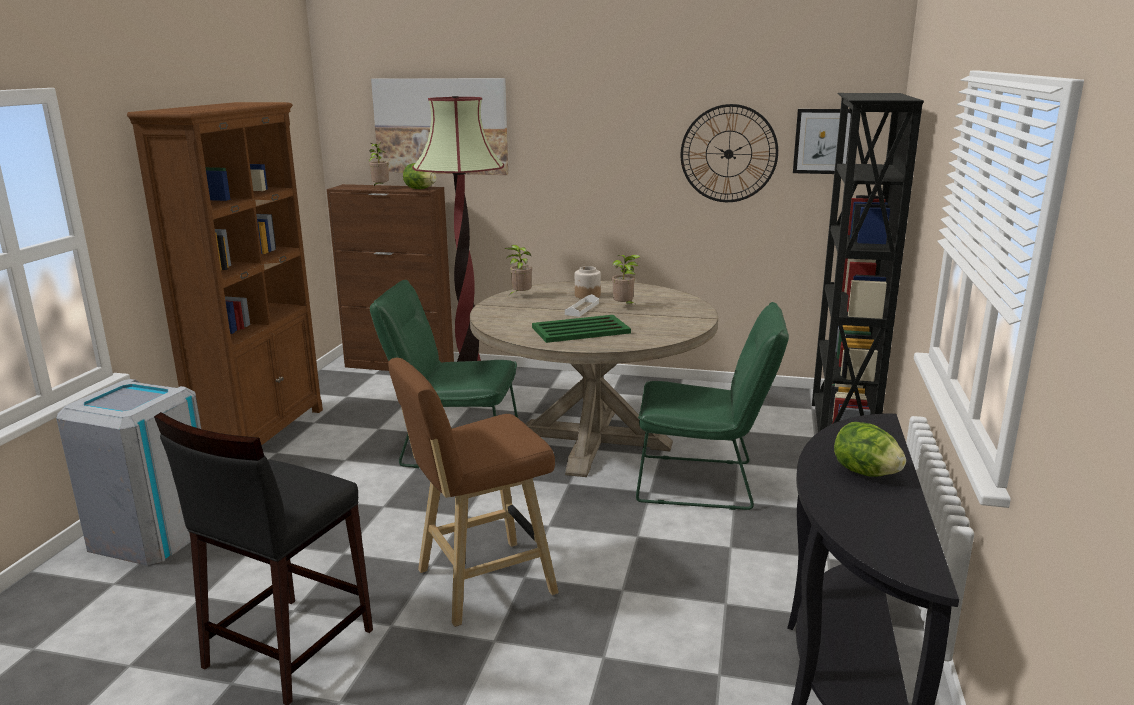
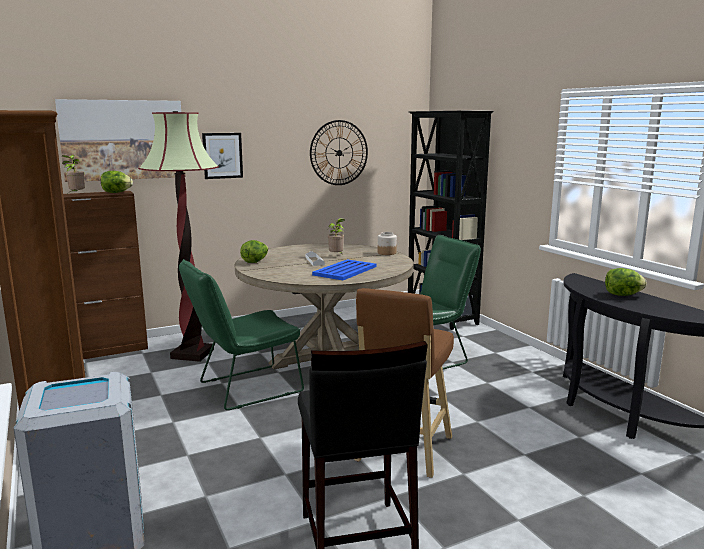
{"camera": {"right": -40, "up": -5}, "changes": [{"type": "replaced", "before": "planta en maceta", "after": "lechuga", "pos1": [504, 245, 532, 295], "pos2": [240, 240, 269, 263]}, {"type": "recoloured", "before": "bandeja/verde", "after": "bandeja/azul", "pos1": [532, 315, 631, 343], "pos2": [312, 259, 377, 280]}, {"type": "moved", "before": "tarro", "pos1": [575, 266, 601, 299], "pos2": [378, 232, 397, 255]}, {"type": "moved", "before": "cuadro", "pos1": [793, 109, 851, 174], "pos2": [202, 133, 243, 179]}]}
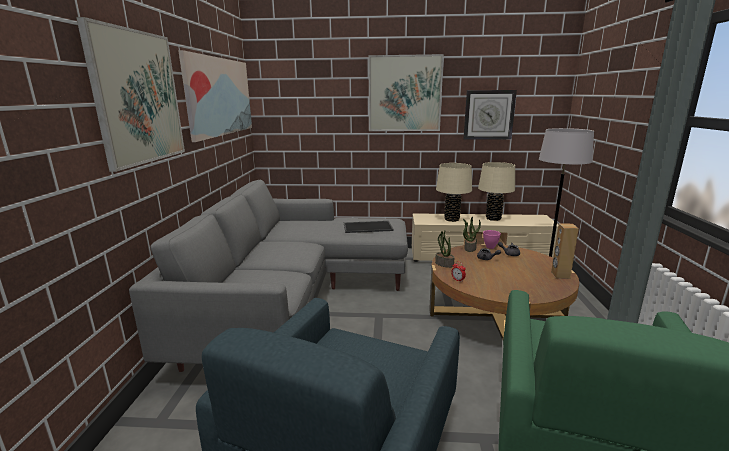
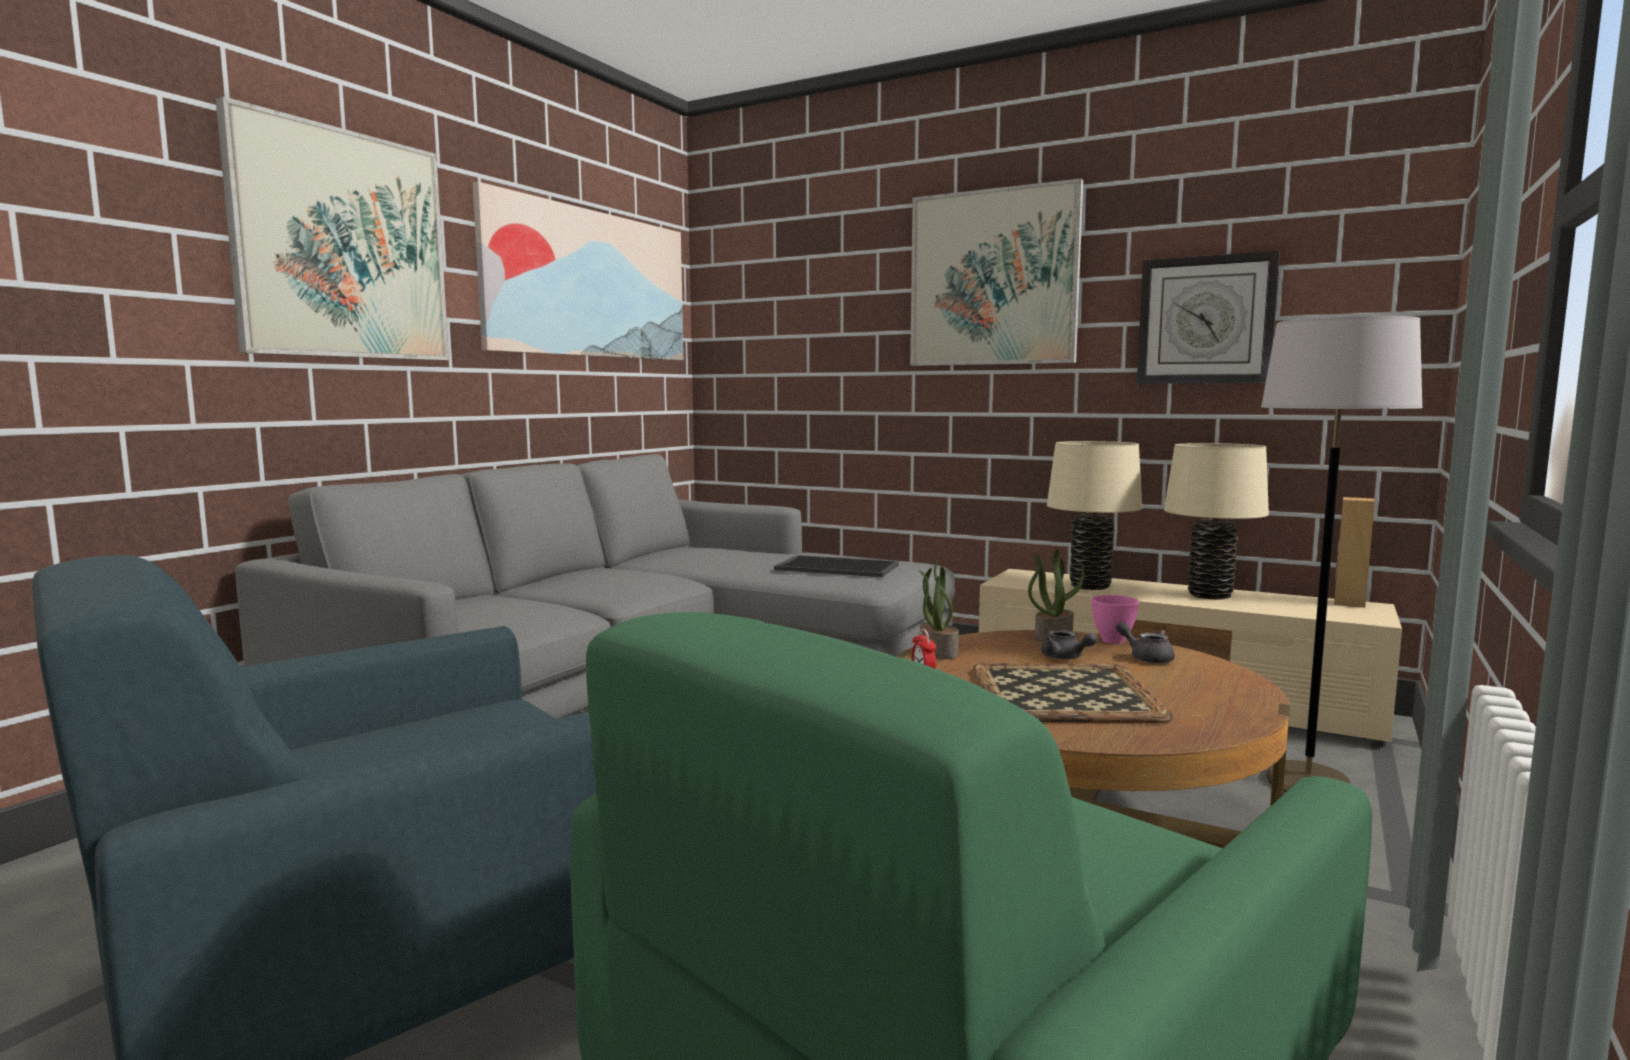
{"camera": {"right": 25, "up": -10}, "changes": [{"type": "moved", "before": "altavoz/marrón", "pos1": [551, 223, 579, 279], "pos2": [1334, 497, 1375, 608]}, {"type": "added", "after": "bandeja", "pos2": [973, 663, 1173, 723]}]}
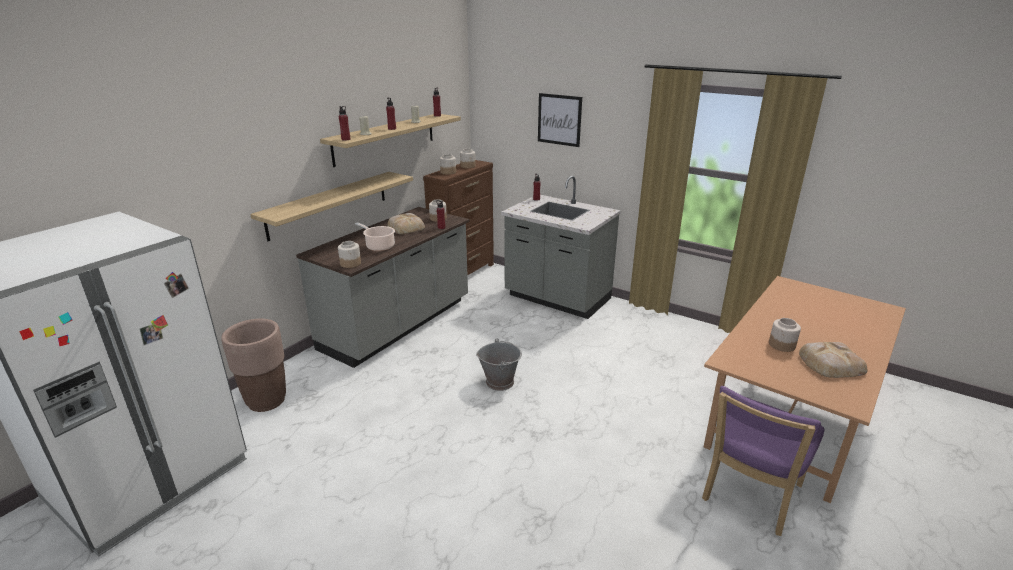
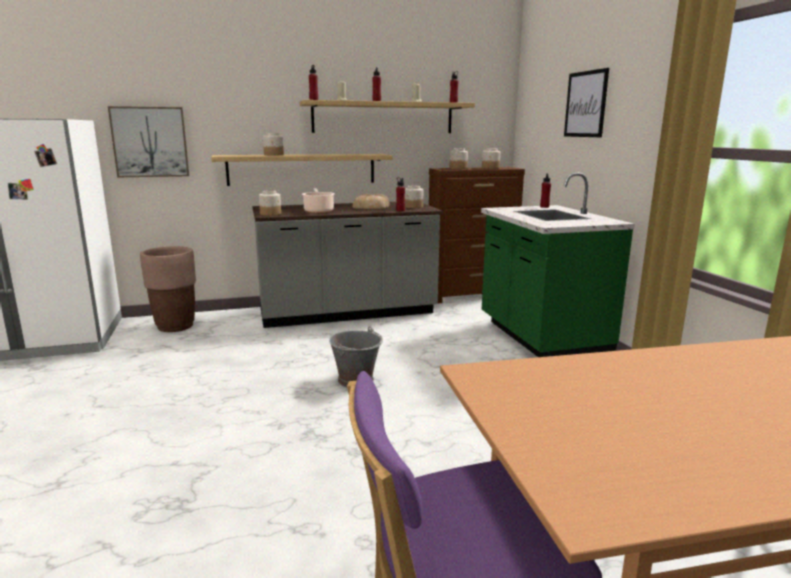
{"camera": {"right": 40, "up": -10}, "changes": [{"type": "recoloured", "before": "mueble bajo de cocina/gris", "after": "mueble bajo de cocina/verde", "pos1": [501, 176, 621, 319], "pos2": [481, 172, 635, 357]}, {"type": "moved", "before": "tarro", "pos1": [769, 318, 801, 352], "pos2": [263, 133, 284, 155]}, {"type": "removed", "before": "pan", "pos1": [799, 342, 867, 378]}, {"type": "added", "after": "cuadro", "pos2": [108, 106, 189, 177]}]}
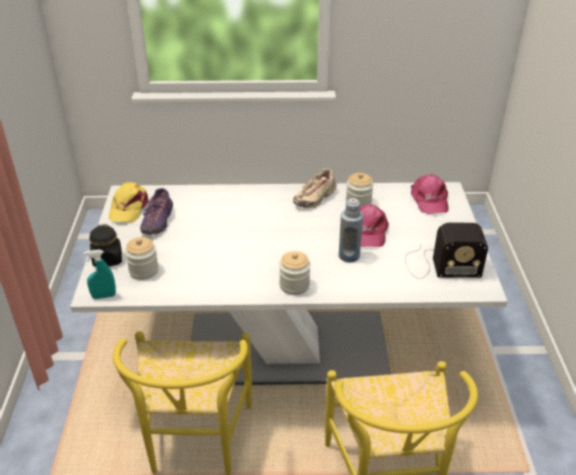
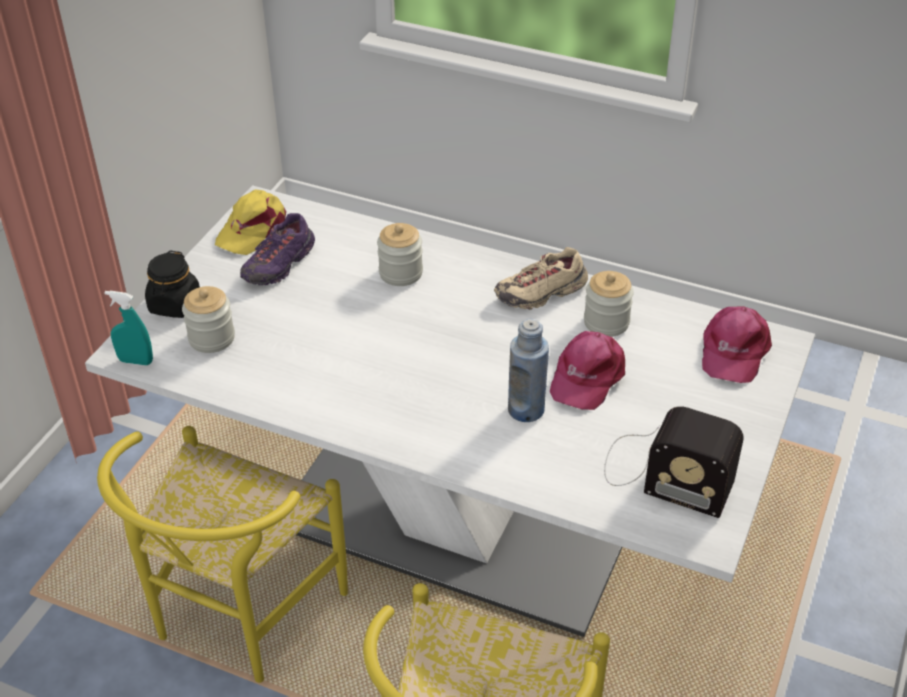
{"camera": {"right": 25, "up": 5}, "changes": [{"type": "moved", "before": "tarro", "pos1": [279, 251, 310, 295], "pos2": [377, 223, 423, 286]}]}
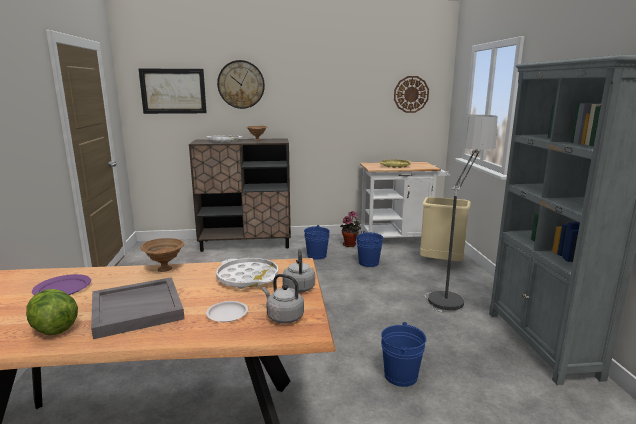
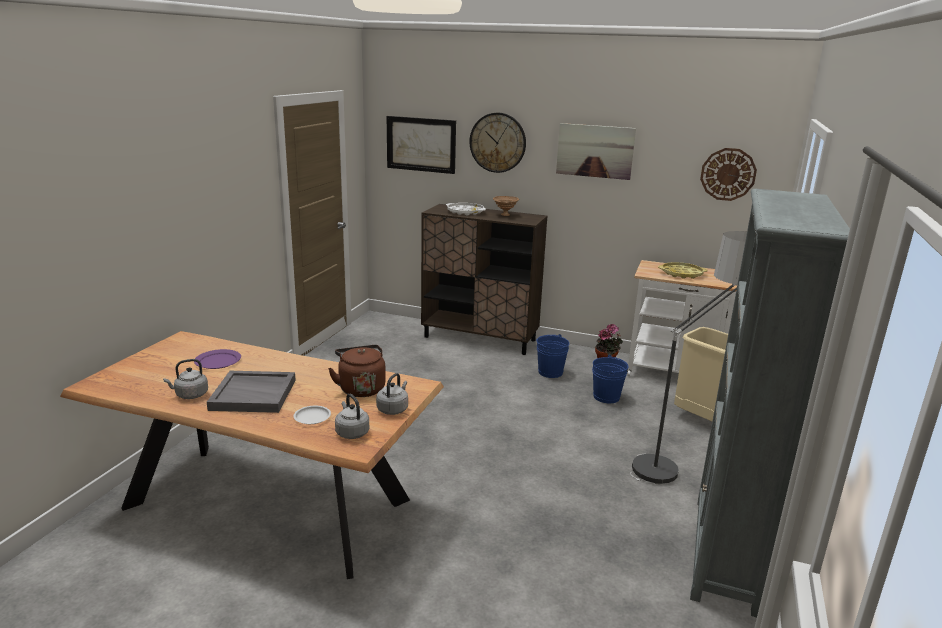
{"camera": {"right": 25, "up": 5}, "changes": [{"type": "replaced", "before": "lechuga", "after": "hervidor/gris", "pos1": [26, 289, 78, 335], "pos2": [163, 359, 208, 399]}, {"type": "removed", "before": "cuenco/marrón", "pos1": [141, 238, 184, 272]}, {"type": "replaced", "before": "bandeja/blanco", "after": "hervidor/marrón", "pos1": [216, 258, 278, 289], "pos2": [328, 345, 386, 397]}, {"type": "removed", "before": "cubo/azul", "pos1": [381, 322, 427, 387]}, {"type": "added", "after": "cuadro", "pos2": [556, 123, 636, 180]}]}
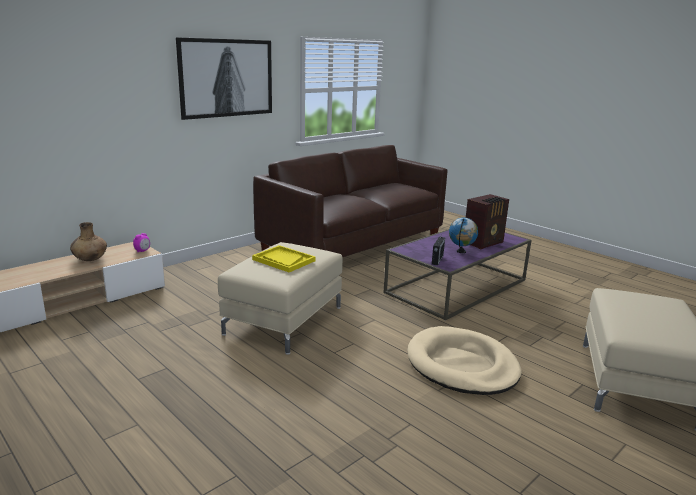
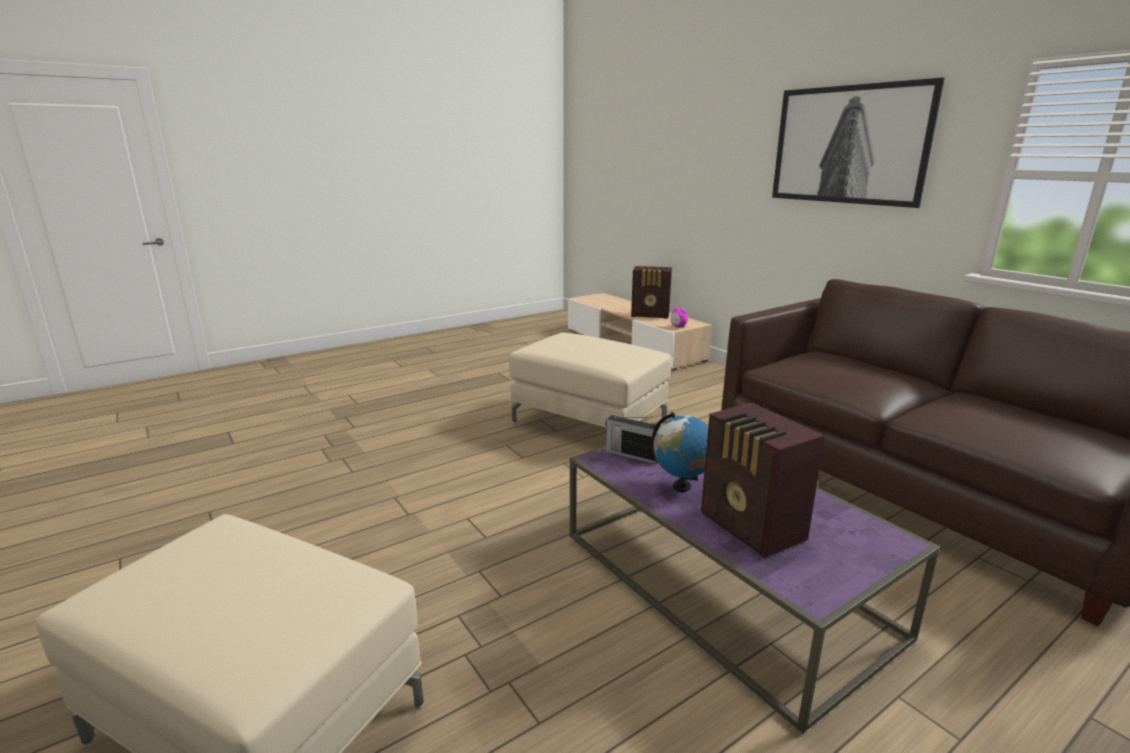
{"camera": {"right": 100, "up": 0}, "changes": [{"type": "replaced", "before": "florero/marrón", "after": "radio", "pos1": [70, 222, 107, 261], "pos2": [631, 266, 672, 319]}, {"type": "removed", "before": "bandeja/amarillo", "pos1": [252, 245, 316, 273]}, {"type": "removed", "before": "cama para perro/beis", "pos1": [407, 326, 522, 395]}]}
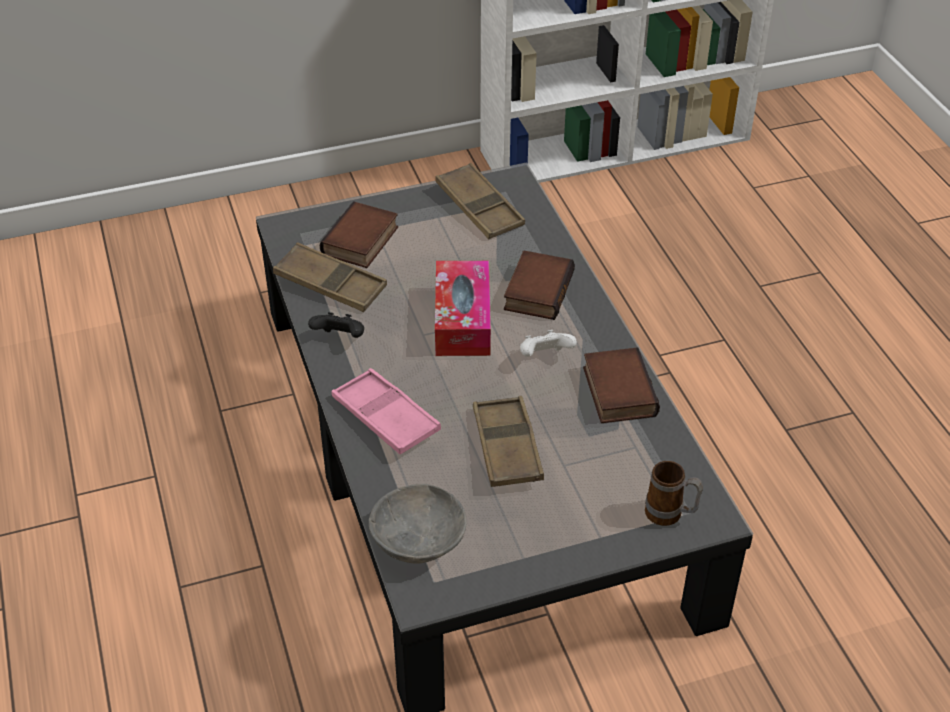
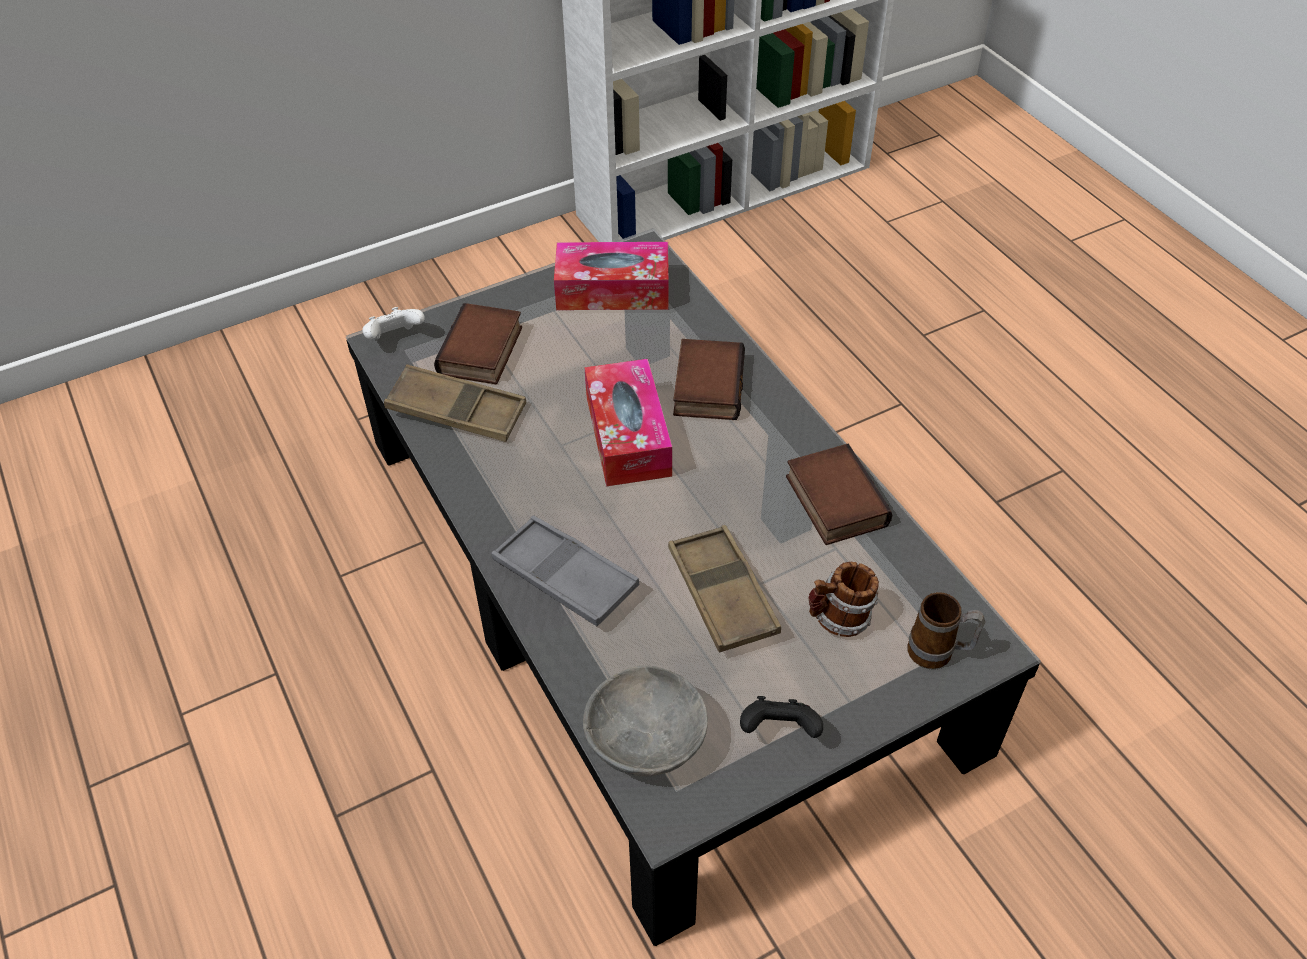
{"camera": {"right": -10, "up": 5}, "changes": [{"type": "moved", "before": "mando de consola/negro", "pos1": [308, 312, 364, 338], "pos2": [740, 696, 823, 738]}, {"type": "recoloured", "before": "bandeja/rosa", "after": "bandeja/gris", "pos1": [331, 368, 441, 455], "pos2": [491, 515, 639, 626]}, {"type": "replaced", "before": "bandeja/marrón", "after": "caja de pañuelos", "pos1": [435, 163, 525, 239], "pos2": [554, 242, 669, 310]}, {"type": "moved", "before": "mando de consola/blanco", "pos1": [520, 330, 577, 357], "pos2": [362, 307, 425, 339]}, {"type": "added", "after": "taza grande", "pos2": [808, 562, 879, 637]}]}
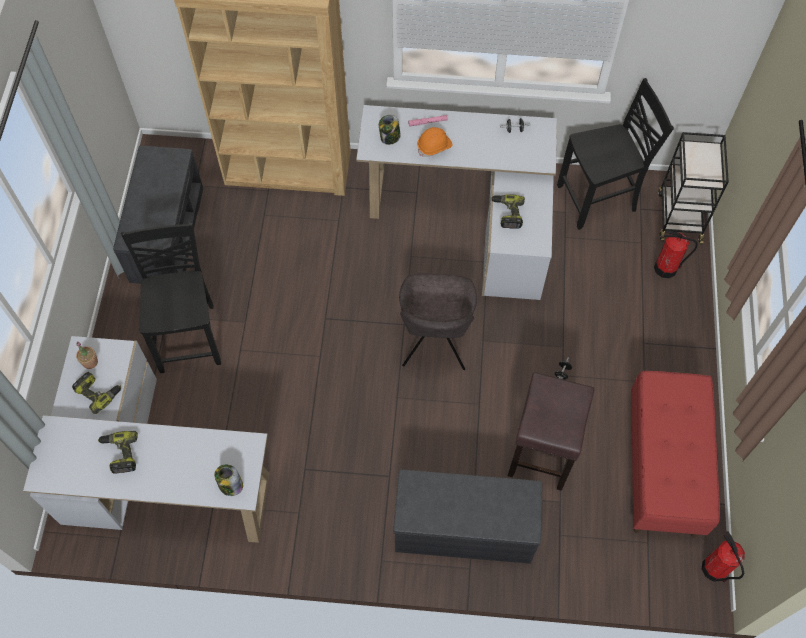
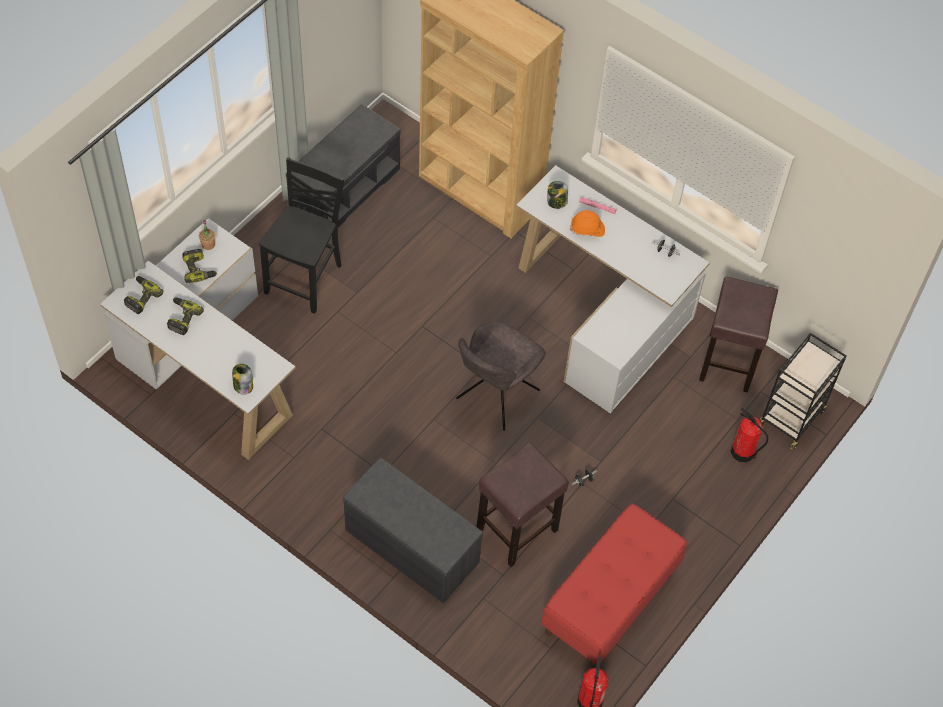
{"camera": {"right": 30, "up": -5}, "changes": [{"type": "moved", "before": "taladro", "pos1": [491, 194, 525, 229], "pos2": [124, 276, 163, 314]}, {"type": "replaced", "before": "silla/negro", "after": "taburete/marrón", "pos1": [557, 78, 674, 230], "pos2": [699, 277, 778, 393]}]}
